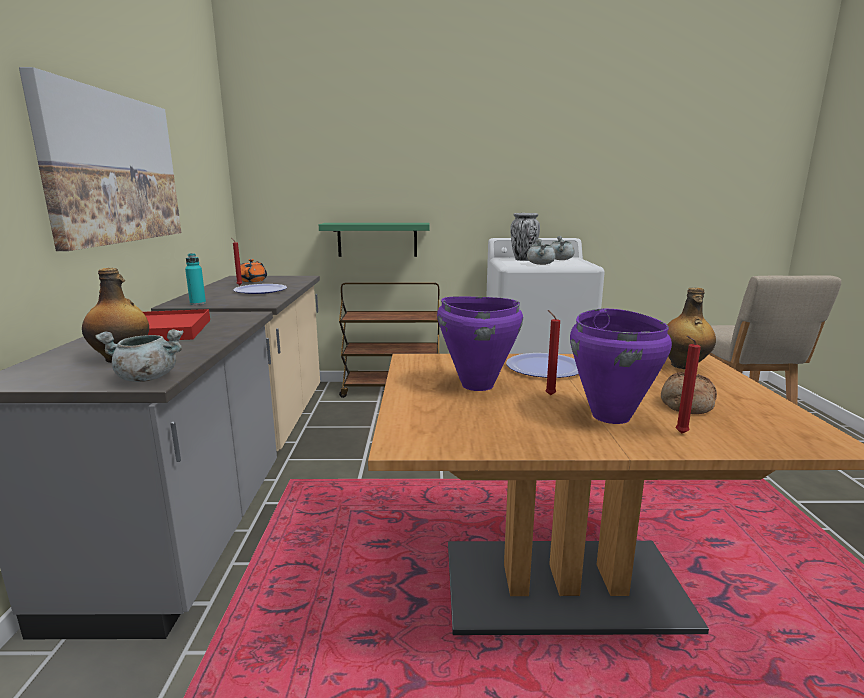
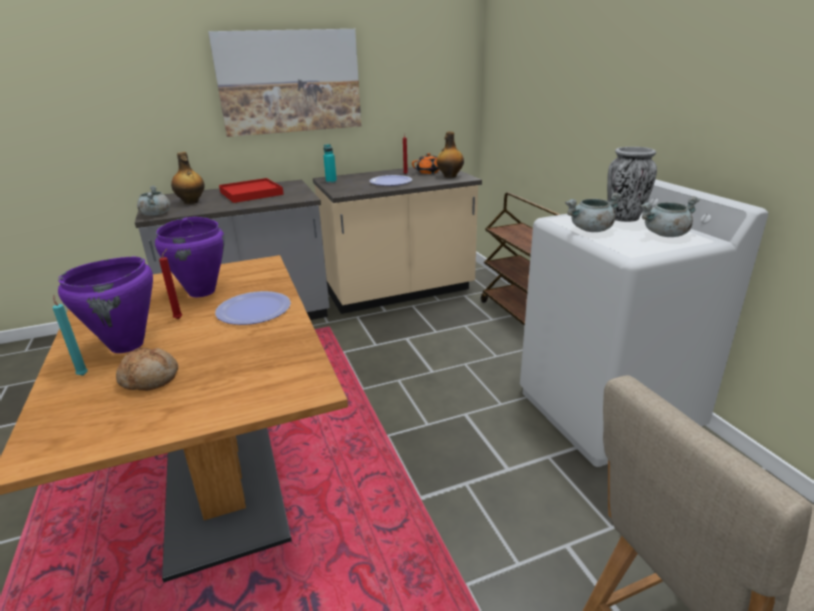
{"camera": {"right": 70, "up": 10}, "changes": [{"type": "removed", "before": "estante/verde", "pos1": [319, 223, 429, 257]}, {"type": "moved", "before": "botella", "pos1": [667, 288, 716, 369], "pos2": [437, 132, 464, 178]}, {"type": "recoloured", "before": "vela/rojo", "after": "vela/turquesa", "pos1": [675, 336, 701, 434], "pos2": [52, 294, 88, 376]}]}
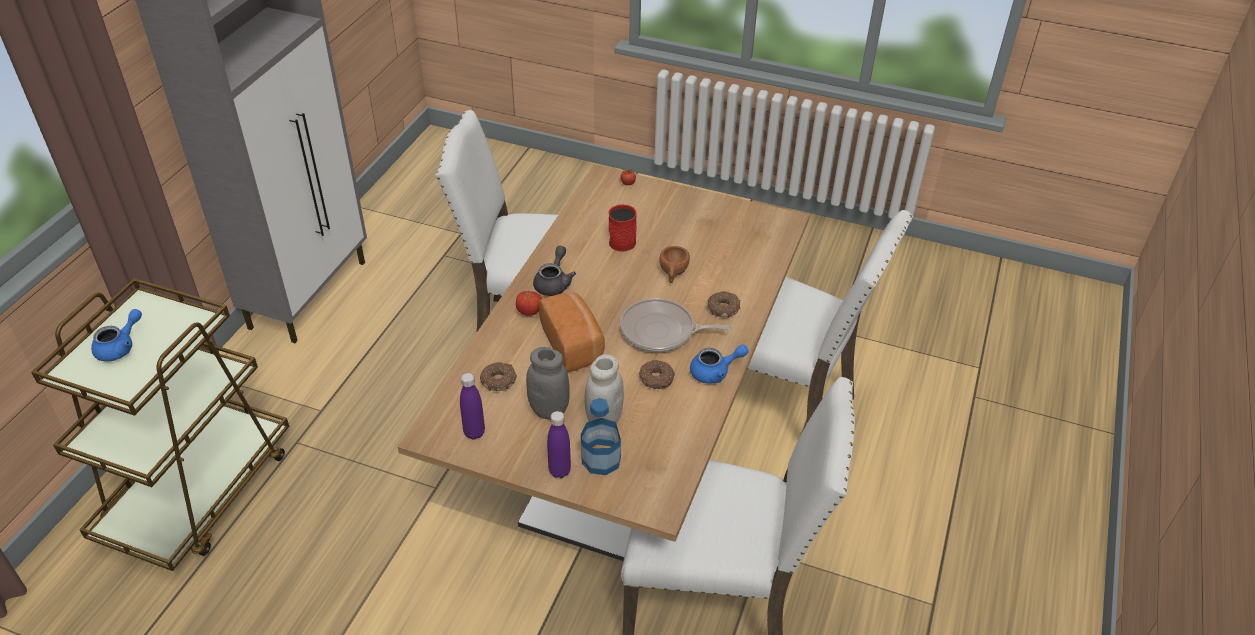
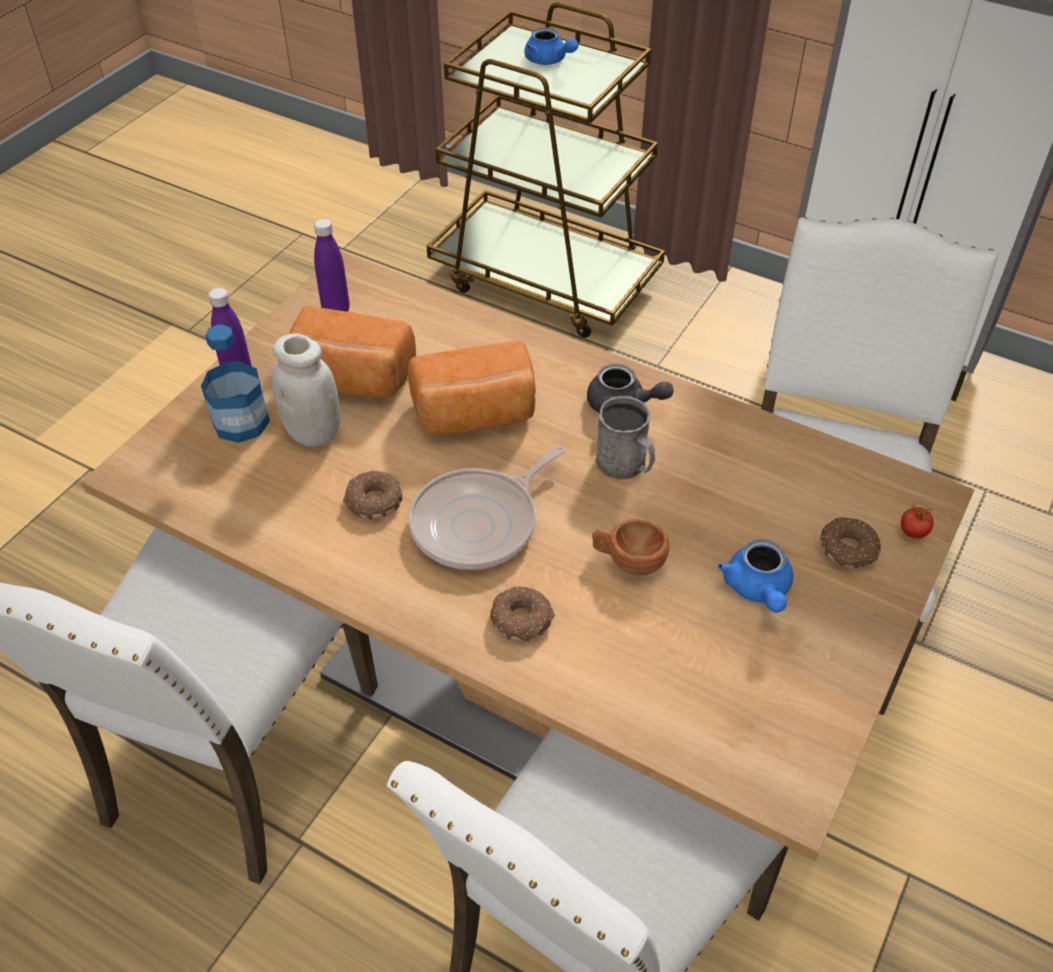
{"camera": {"right": 100, "up": 5}, "changes": [{"type": "moved", "before": "rosquilla", "pos1": [480, 362, 517, 391], "pos2": [820, 517, 881, 568]}, {"type": "removed", "before": "tomate", "pos1": [516, 291, 542, 316]}, {"type": "replaced", "before": "tarro/gris", "after": "pan", "pos1": [526, 347, 570, 420], "pos2": [289, 306, 416, 398]}, {"type": "removed", "before": "taza grande/rojo", "pos1": [609, 205, 637, 252]}, {"type": "turned", "before": "sartén", "pos1": [620, 298, 732, 352], "pos2": [409, 445, 566, 570], "turn": -150}, {"type": "moved", "before": "tetera/azul", "pos1": [690, 345, 749, 384], "pos2": [717, 539, 793, 613]}, {"type": "added", "after": "taza grande/gris", "pos2": [596, 396, 655, 480]}]}
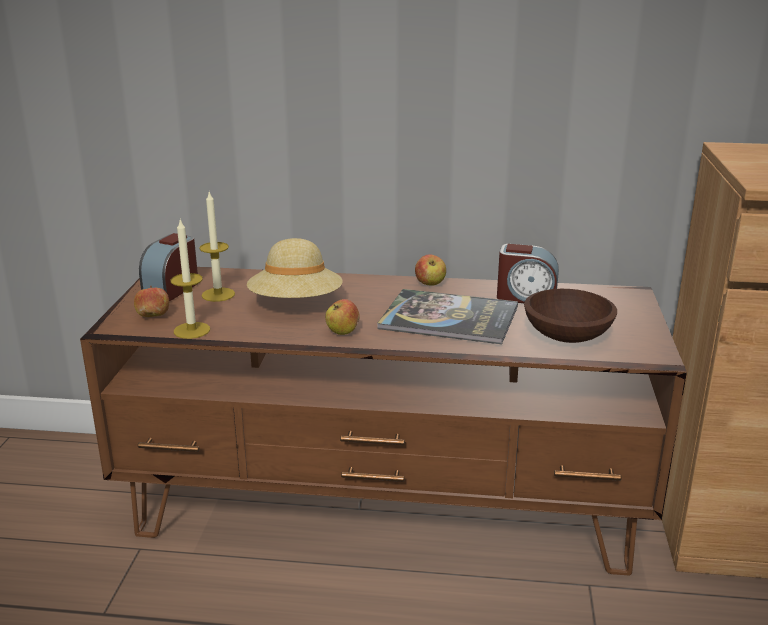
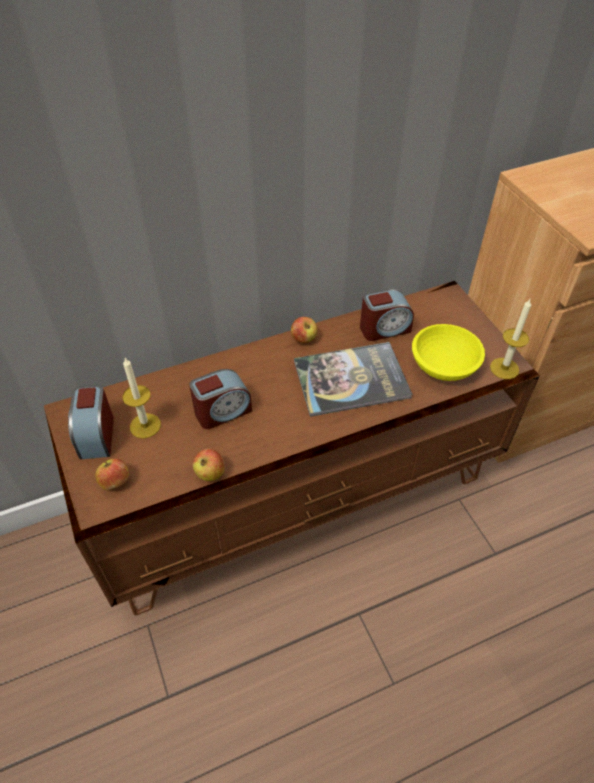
{"camera": {"right": -30, "up": 25}, "changes": [{"type": "moved", "before": "vela", "pos1": [171, 219, 210, 339], "pos2": [490, 299, 531, 379]}, {"type": "replaced", "before": "sombrero/beis", "after": "despertador", "pos1": [247, 238, 343, 298], "pos2": [189, 369, 252, 429]}, {"type": "moved", "before": "manzana", "pos1": [325, 299, 360, 335], "pos2": [193, 449, 225, 481]}, {"type": "recoloured", "before": "cuenco/marrón", "after": "cuenco/amarillo", "pos1": [524, 289, 617, 343], "pos2": [412, 324, 485, 381]}]}
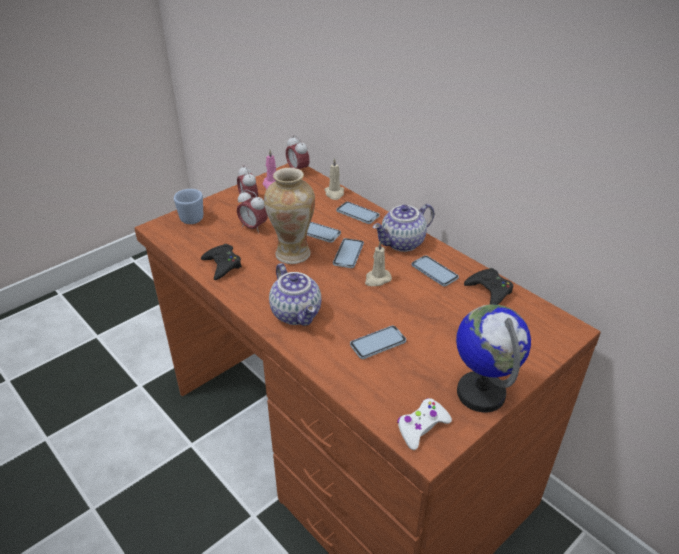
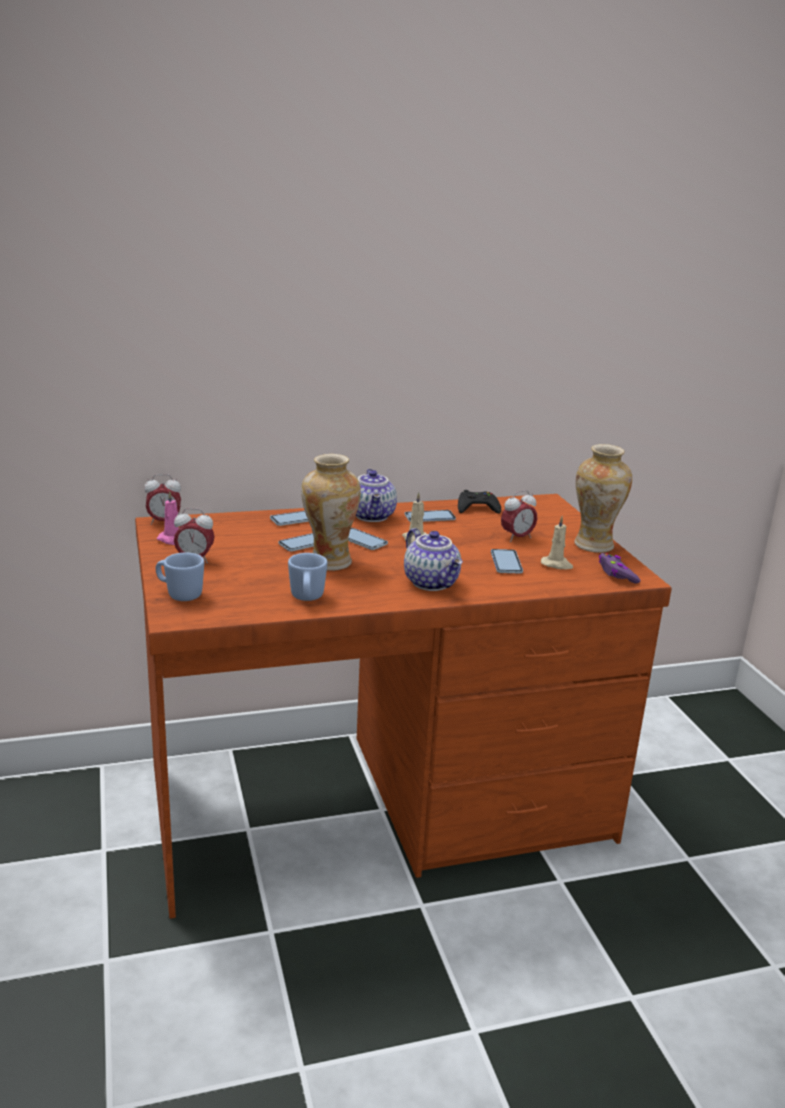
{"camera": {"right": -65, "up": -15}, "changes": [{"type": "replaced", "before": "mando de consola/negro", "after": "taza grande/azul", "pos1": [201, 244, 242, 280], "pos2": [288, 553, 328, 601]}, {"type": "moved", "before": "despertador", "pos1": [237, 190, 268, 234], "pos2": [501, 490, 537, 542]}, {"type": "turned", "before": "tetera", "pos1": [269, 263, 321, 326], "pos2": [404, 528, 463, 591], "turn": 60}, {"type": "moved", "before": "vela/beis", "pos1": [324, 158, 344, 200], "pos2": [541, 516, 573, 569]}, {"type": "recoloured", "before": "mando de consola/blanco", "after": "mando de consola/morado", "pos1": [397, 398, 452, 450], "pos2": [599, 553, 641, 584]}, {"type": "replaced", "before": "globo terráqueo", "after": "florero", "pos1": [456, 304, 531, 413], "pos2": [574, 444, 632, 553]}]}
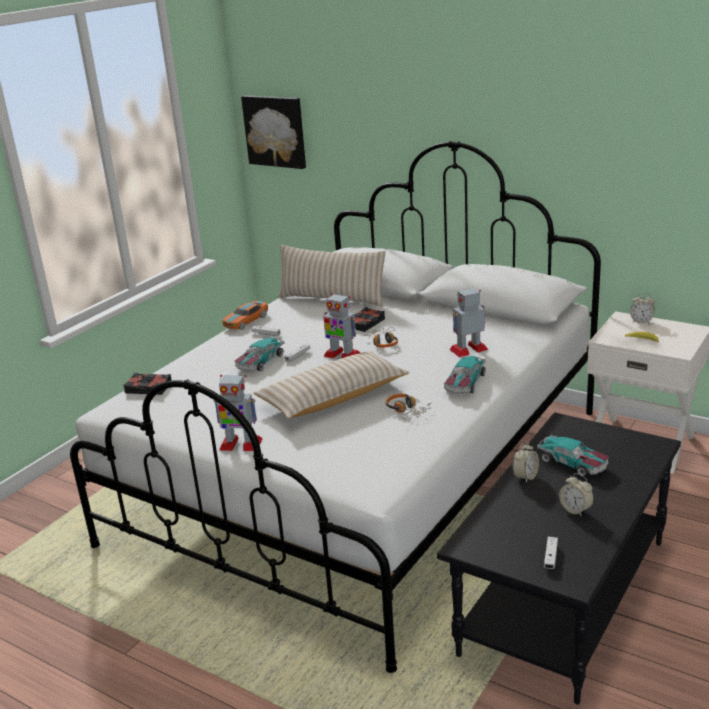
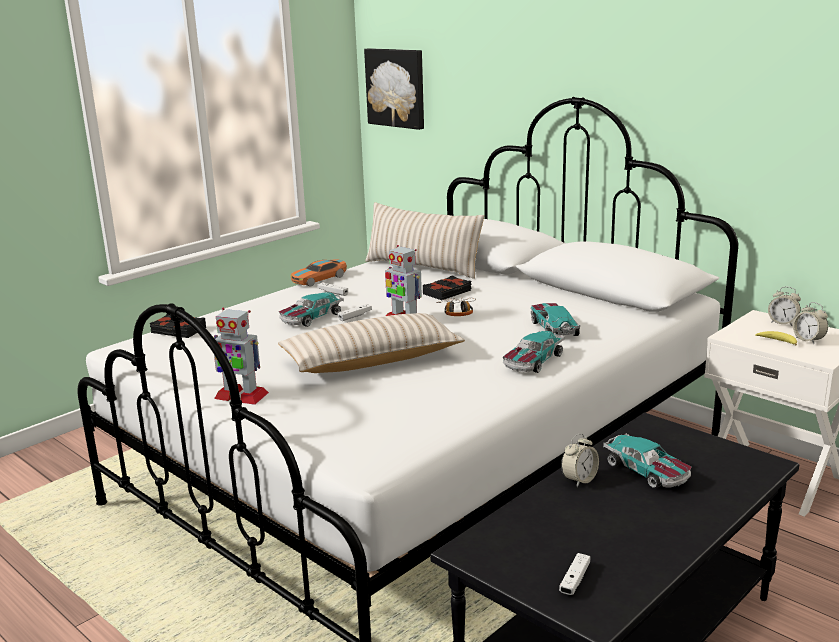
{"camera": {"right": 10, "up": -5}, "changes": [{"type": "removed", "before": "auriculares", "pos1": [386, 394, 431, 420]}, {"type": "replaced", "before": "robot de juguete", "after": "coche de juguete", "pos1": [449, 288, 488, 357], "pos2": [531, 303, 580, 336]}, {"type": "moved", "before": "despertador", "pos1": [559, 473, 594, 517], "pos2": [793, 302, 828, 344]}]}
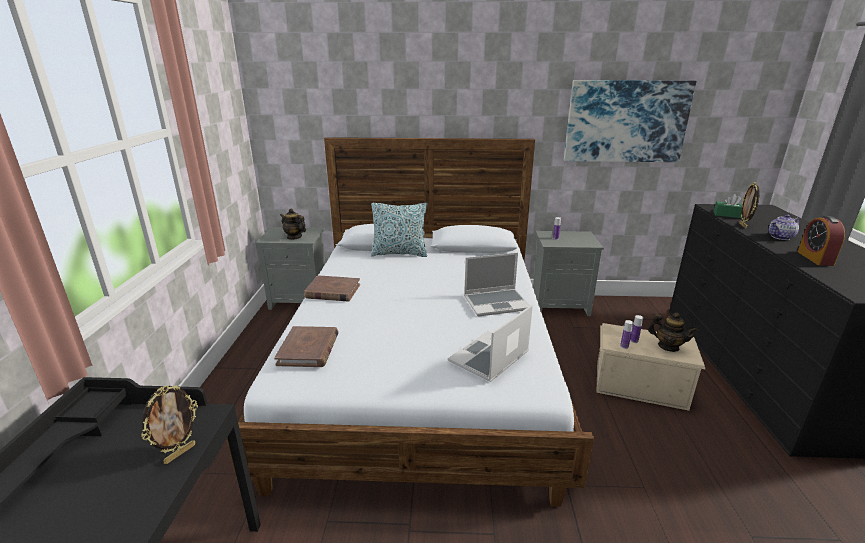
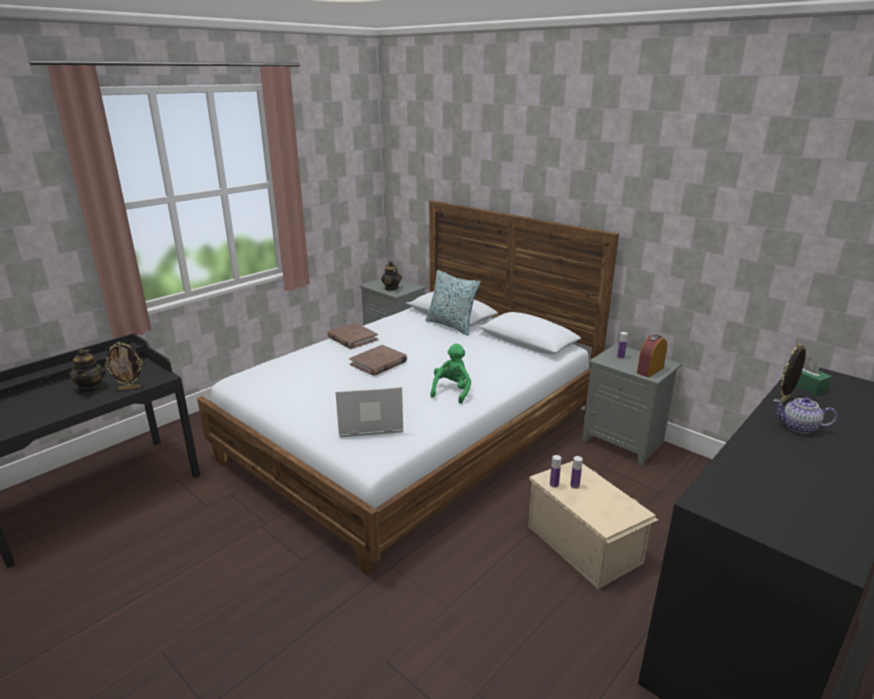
{"camera": {"right": 40, "up": 0}, "changes": [{"type": "moved", "before": "libro/marrón", "pos1": [274, 326, 339, 367], "pos2": [349, 345, 407, 376]}, {"type": "replaced", "before": "portátil", "after": "peluche/verde", "pos1": [464, 253, 530, 316], "pos2": [430, 344, 471, 404]}, {"type": "removed", "before": "cuadro", "pos1": [564, 80, 696, 162]}, {"type": "moved", "before": "tetera", "pos1": [648, 313, 698, 352], "pos2": [69, 349, 105, 393]}, {"type": "moved", "before": "despertador", "pos1": [798, 216, 845, 266], "pos2": [637, 334, 667, 378]}]}
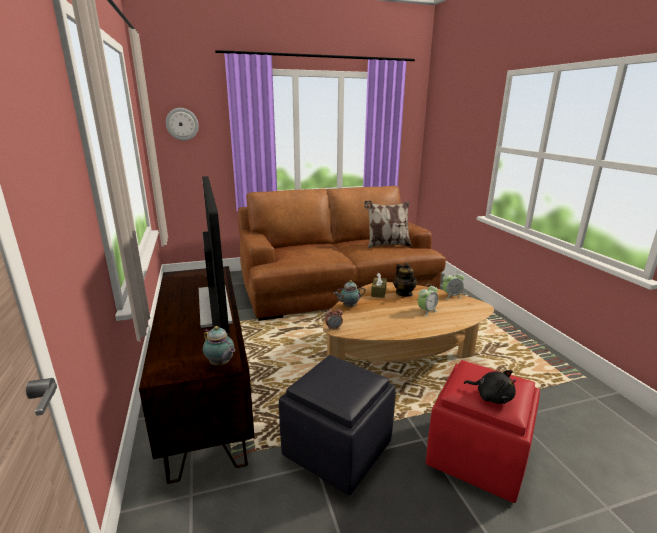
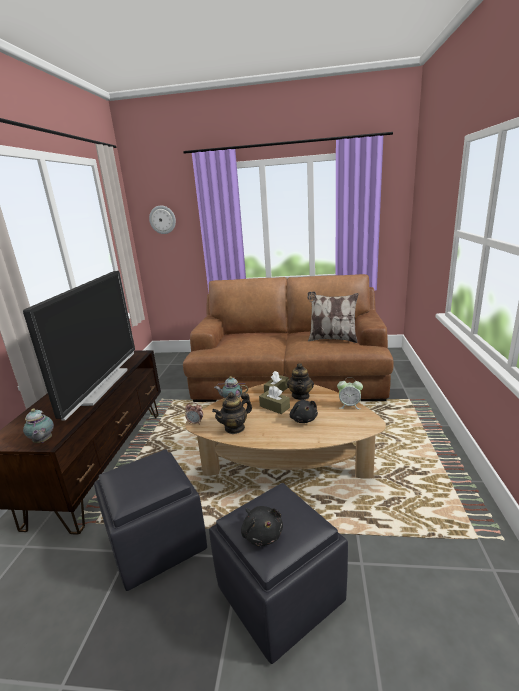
{"camera": {"right": 25, "up": 0}, "changes": [{"type": "replaced", "before": "despertador", "after": "peluche/negro", "pos1": [418, 284, 438, 316], "pos2": [290, 400, 318, 423]}, {"type": "recoloured", "before": "puf/rojo", "after": "puf/negro", "pos1": [426, 360, 540, 503], "pos2": [209, 483, 348, 664]}, {"type": "added", "after": "tetera", "pos2": [212, 392, 252, 434]}, {"type": "added", "after": "caja de pañuelos/marrón", "pos2": [259, 386, 290, 414]}]}
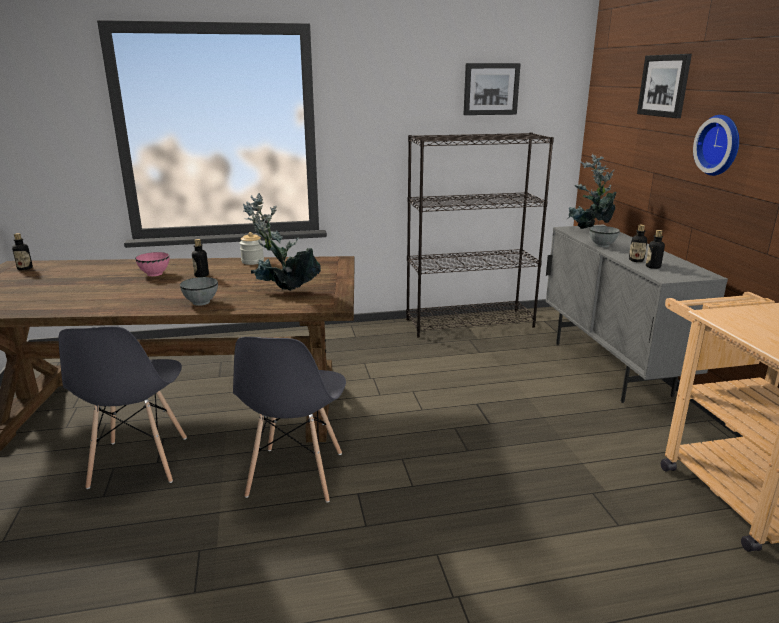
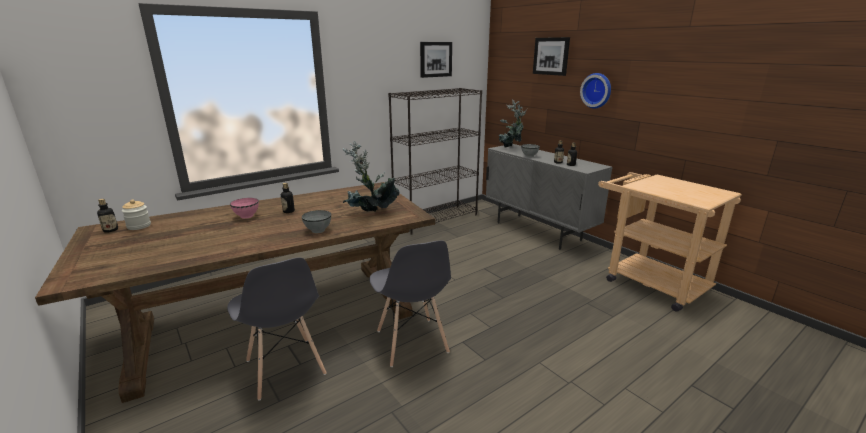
{"camera": {"right": -25, "up": 0}, "changes": [{"type": "moved", "before": "tarro", "pos1": [240, 232, 264, 265], "pos2": [122, 200, 151, 230]}]}
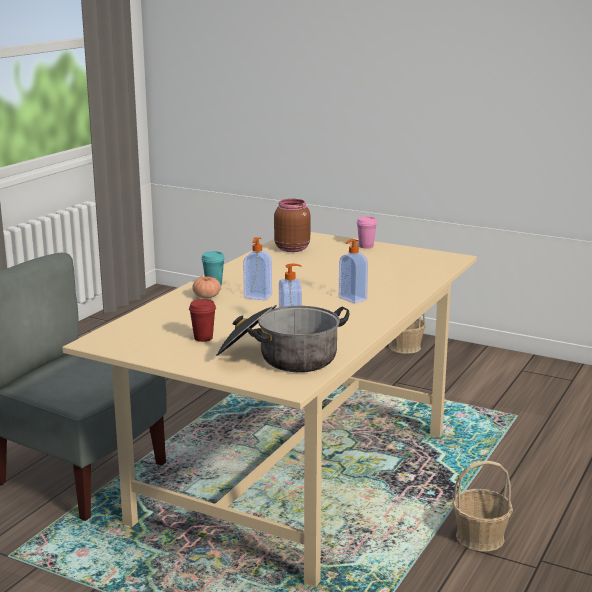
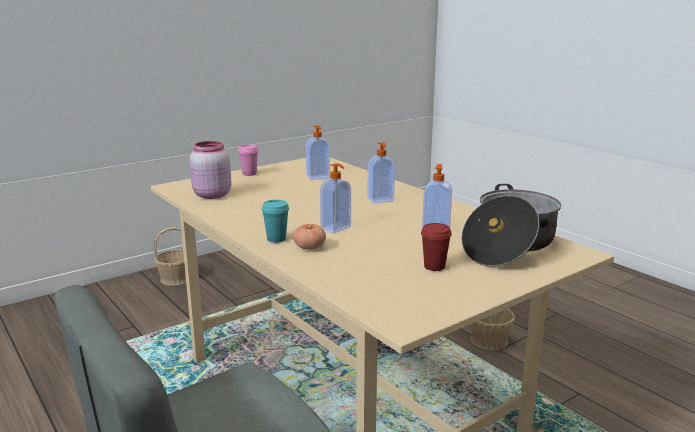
{"camera": {"right": -65, "up": 0}, "changes": [{"type": "recoloured", "before": "tarro/marrón", "after": "tarro/rosa", "pos1": [274, 199, 310, 252], "pos2": [190, 141, 231, 199]}, {"type": "added", "after": "dispensador de jabón", "pos2": [306, 125, 330, 180]}]}
